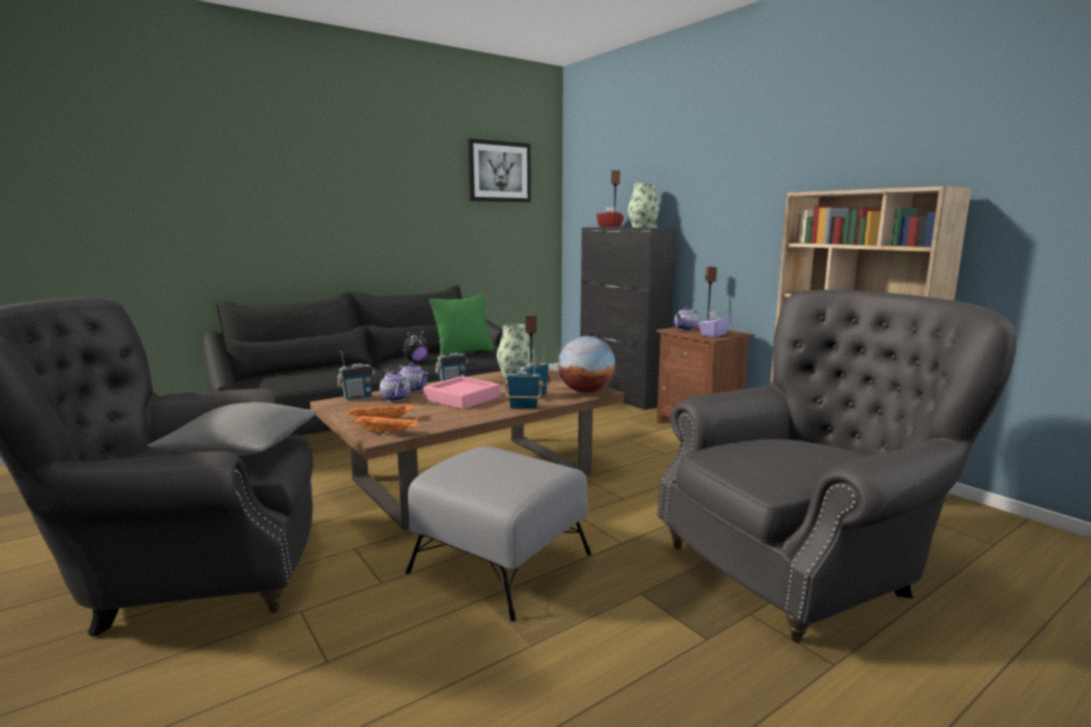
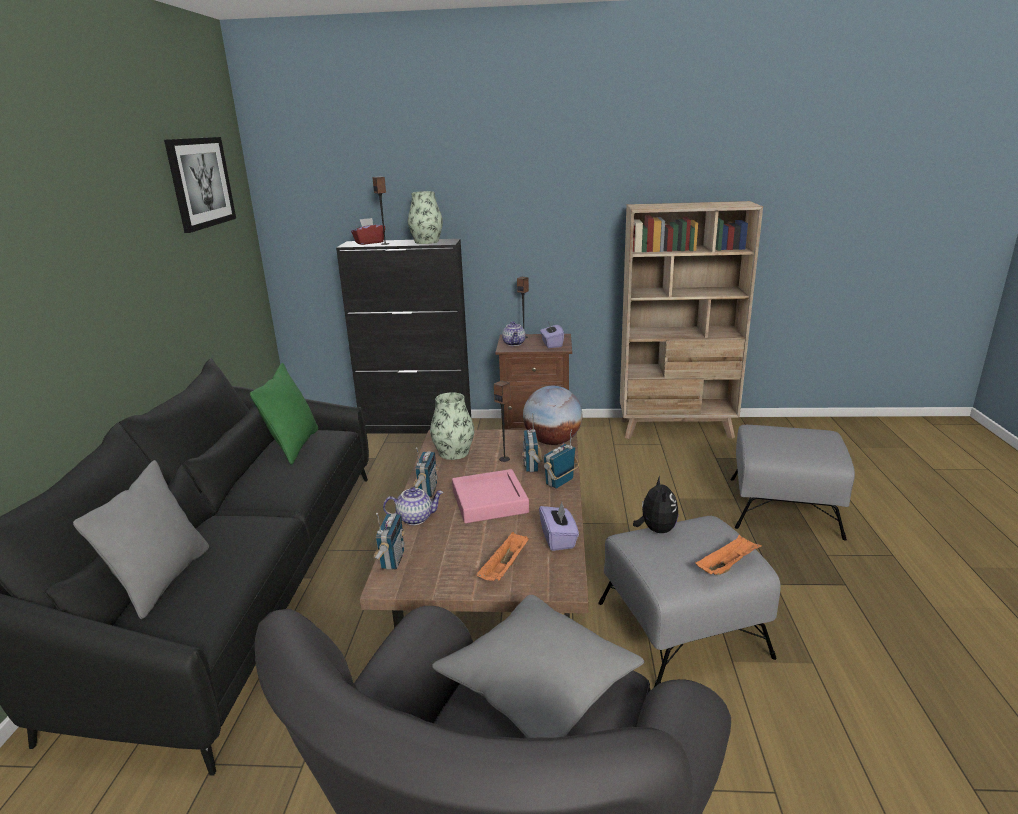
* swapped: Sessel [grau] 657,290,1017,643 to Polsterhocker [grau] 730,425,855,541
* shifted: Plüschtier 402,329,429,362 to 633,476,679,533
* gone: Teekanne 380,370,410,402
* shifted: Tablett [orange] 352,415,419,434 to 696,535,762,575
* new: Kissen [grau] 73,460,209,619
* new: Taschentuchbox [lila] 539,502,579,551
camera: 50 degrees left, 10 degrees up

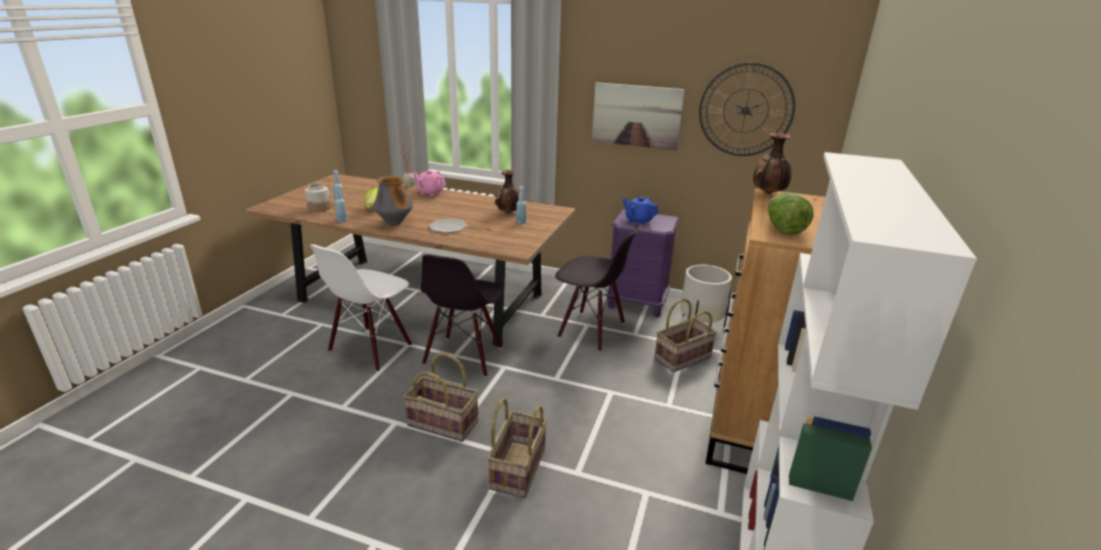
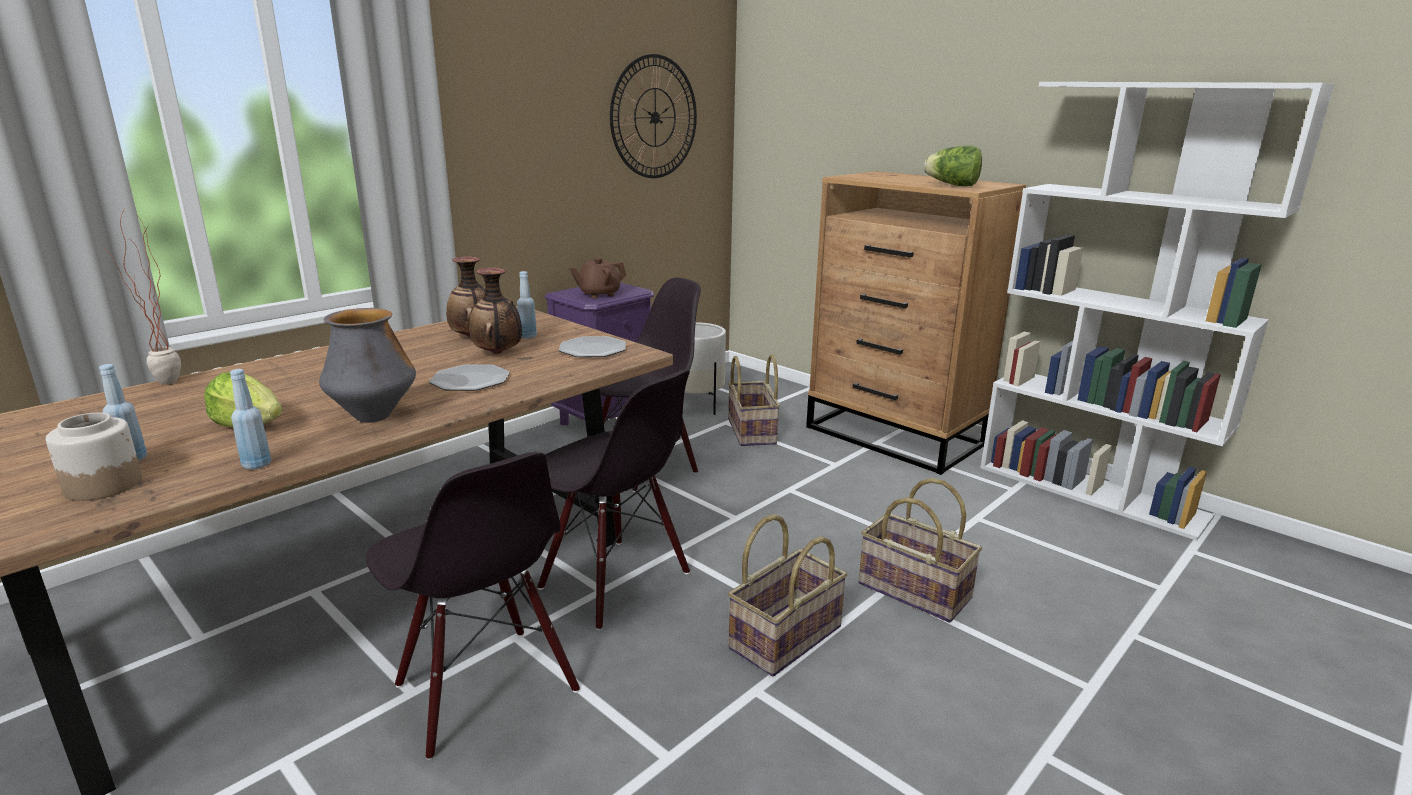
* gone: Bild 592,82,685,150
* shifted: Vase 753,133,792,194 to 469,268,522,354
* gone: Teekanne [rosa] 413,170,446,196
* repainted: Teekanne [blau] 623,197,659,225 to Teekanne [braun] 570,258,626,299
* repainted: Stuhl [weiß] 310,244,412,372 to Stuhl [schwarz] 366,452,580,760
* new: Teller 559,336,626,357
camera: 65 degrees left, 5 degrees down

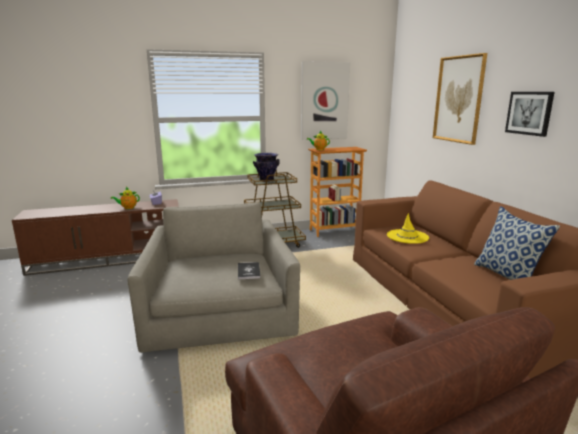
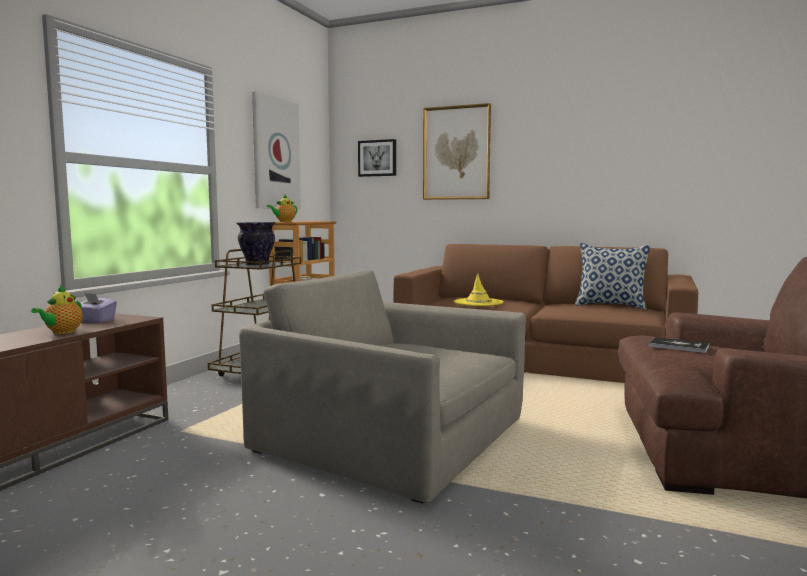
* shifted: Bild 505,92,555,137 to 358,139,396,177
* shifted: Buch 238,262,261,279 to 649,337,710,353
camera: 50 degrees left, 10 degrees down

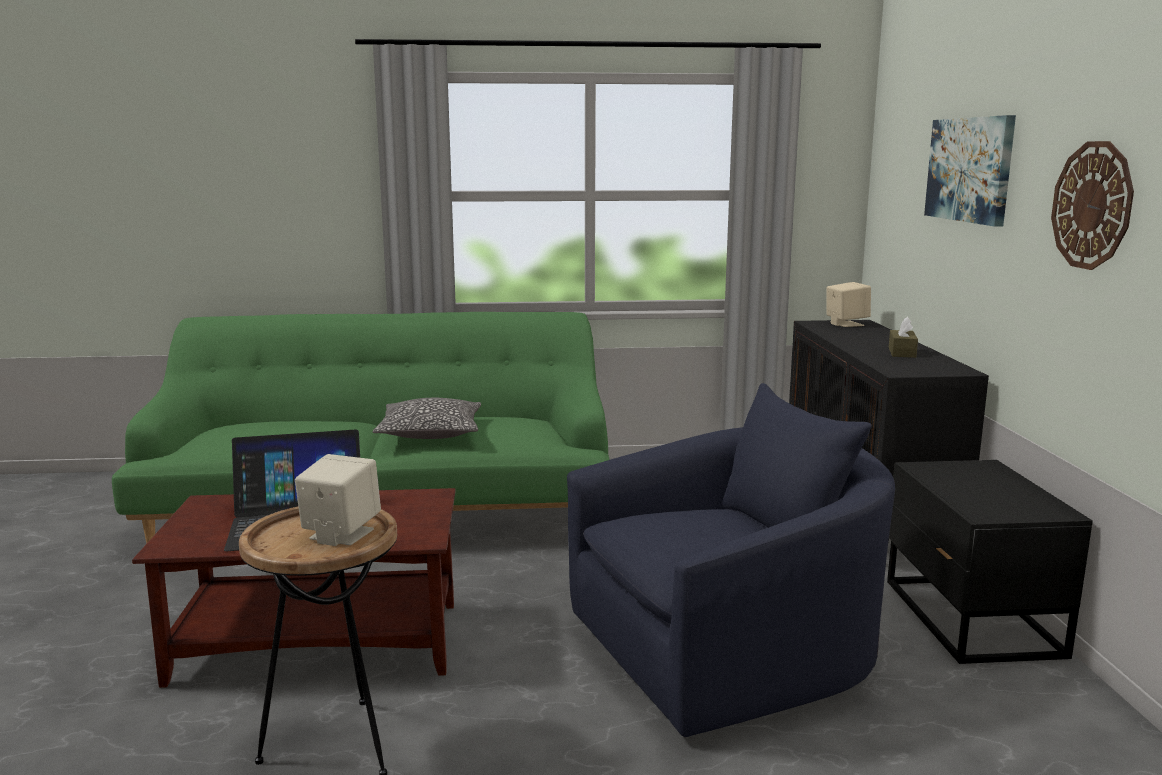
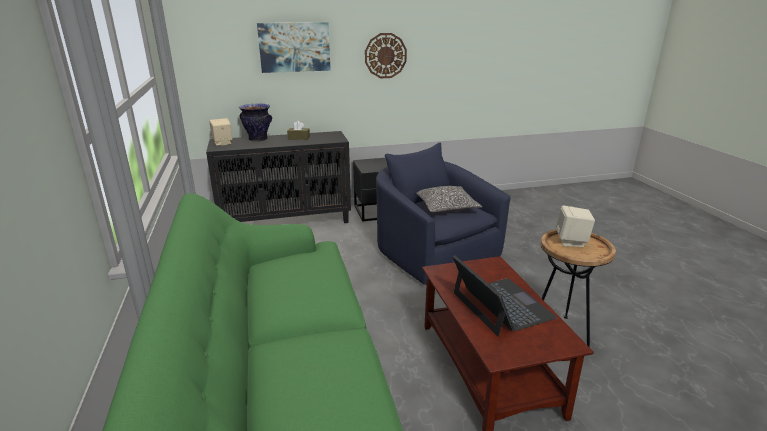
* shifted: Kissen 373,398,481,439 to 416,186,482,212
* new: Vase 239,104,272,142
camera: 100 degrees left, 10 degrees up

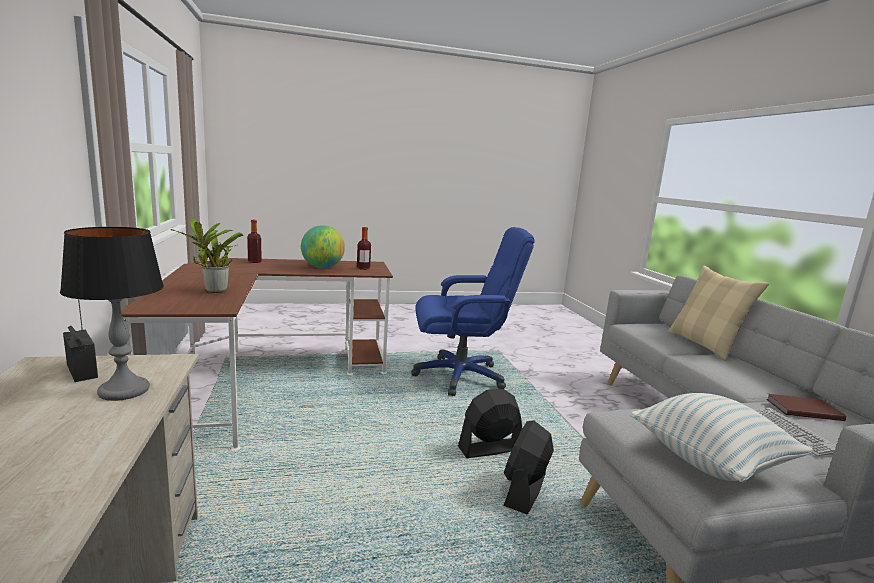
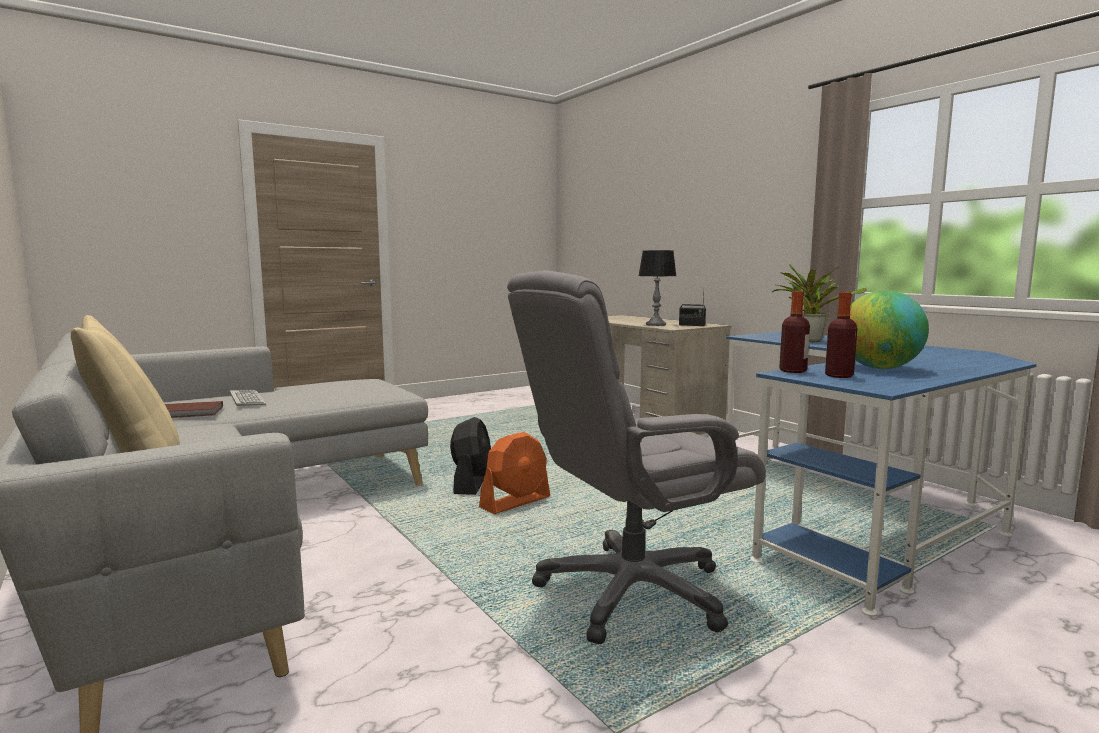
* shifted: Flasche 247,220,262,263 to 779,291,810,373
* repainted: Bürostuhl [blau] 411,227,535,396 to Bürostuhl [grau] 507,270,766,644
* repainted: Schreibtisch [braun] 121,258,393,451 to Schreibtisch [blau] 726,331,1037,616
* repainted: Ventilator [schwarz] 458,389,522,458 to Ventilator [orange] 479,432,550,514
* gone: Kissen 630,393,813,482
camera: 160 degrees right, 5 degrees down

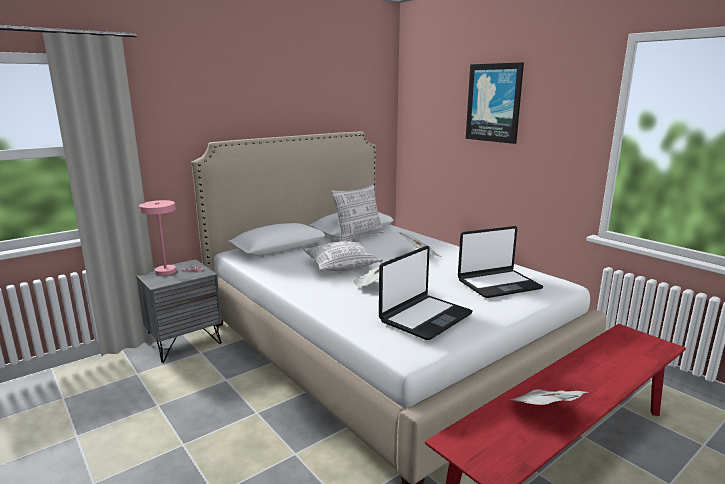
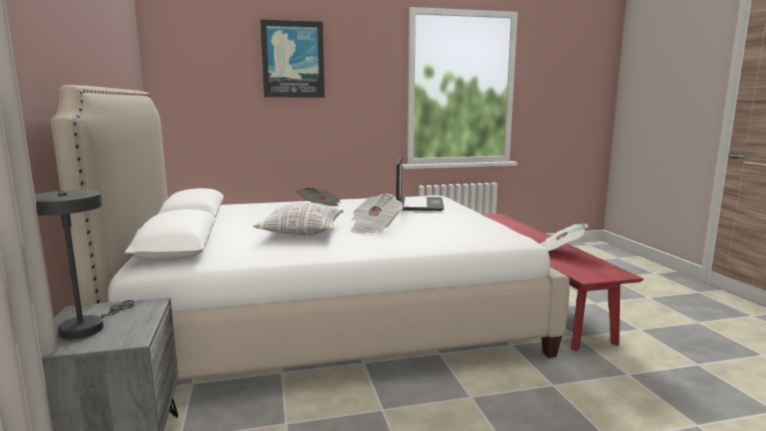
* gone: Kissen 331,184,384,241
* repainted: Tischlampe [rosa] 139,200,203,276 to Tischlampe [grau] 35,190,135,339
* gone: Laptop 379,246,473,340
camera: 65 degrees left, 5 degrees down

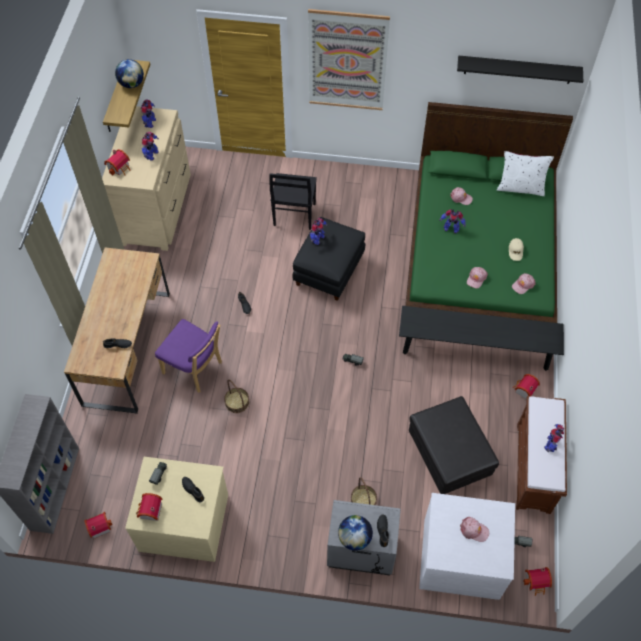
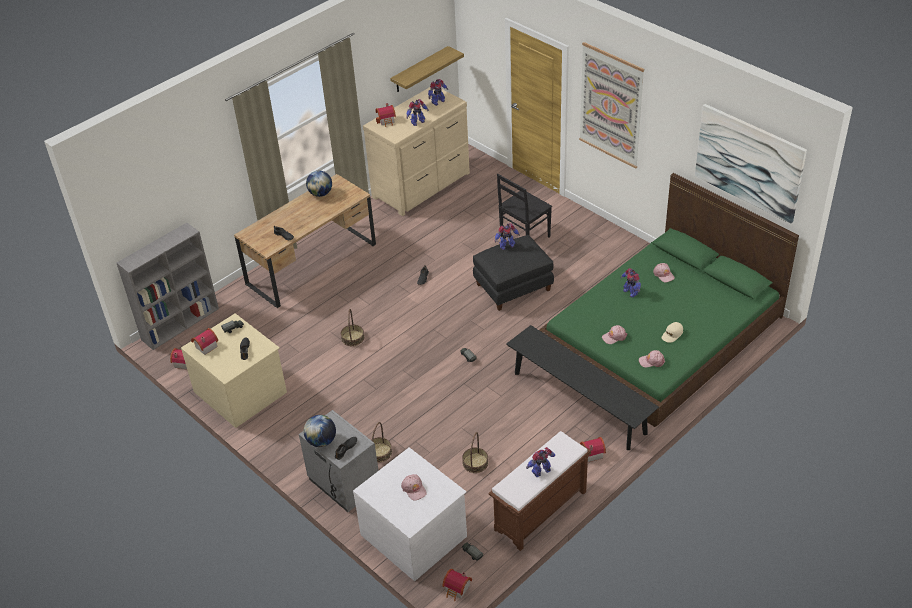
* swapped: Wandregal [schwarz] 457,56,583,84 to Bild 695,104,807,224
* shifted: Globus 115,59,144,88 to 306,171,332,197
* gone: Kissen [weiß] 497,151,554,196
* gone: Stuhl [lila] 155,319,222,393
* swapped: Polsterhocker [schwarz] 409,396,499,494 to Korb 462,432,488,473
camera: 40 degrees right, 15 degrees down

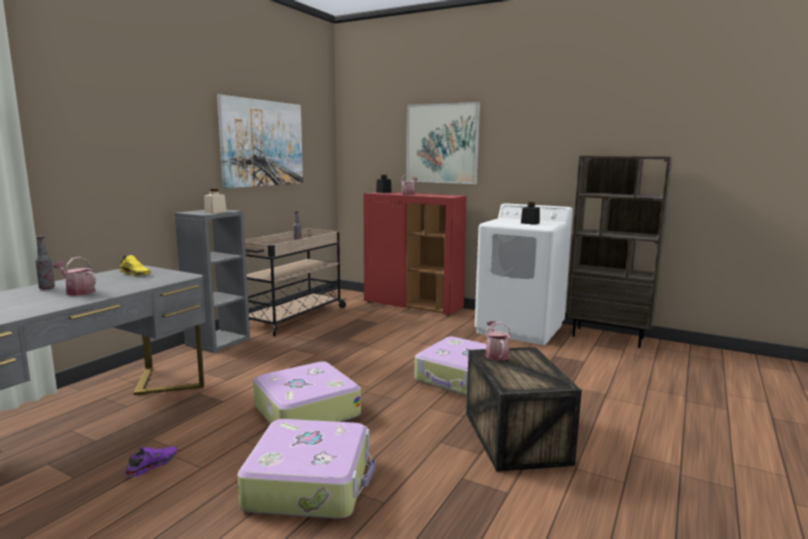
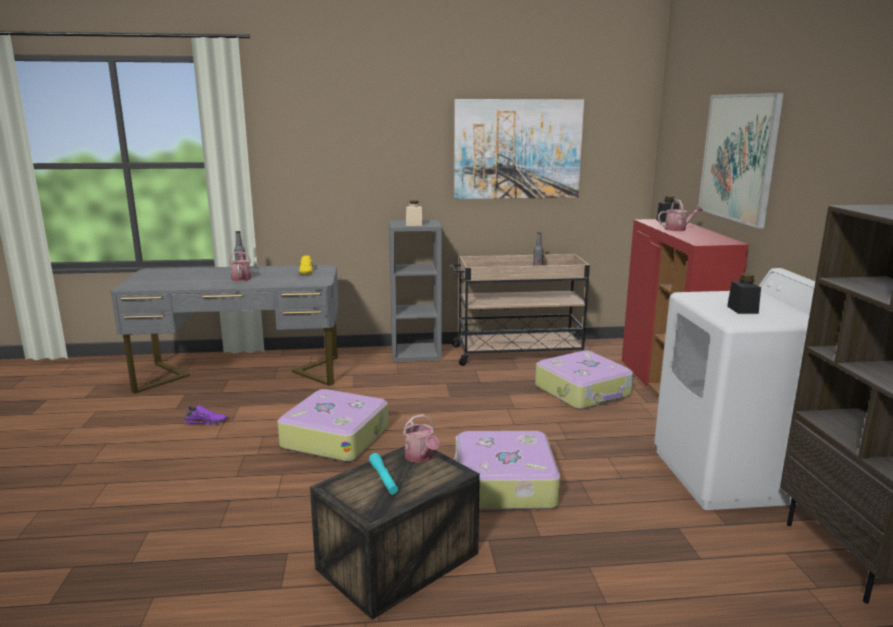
* rotated: Gießkanne 485,321,511,361 = 403,414,440,463 105 degrees clockwise
* shifted: Koffer 237,419,376,519 to 535,351,634,410
* new: Taschenlampe [türkis] 369,453,398,495
camera: 55 degrees right, 5 degrees up

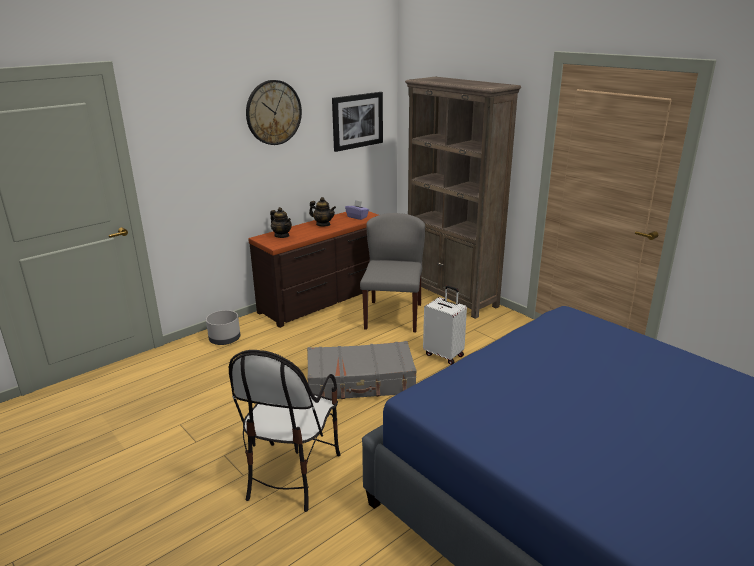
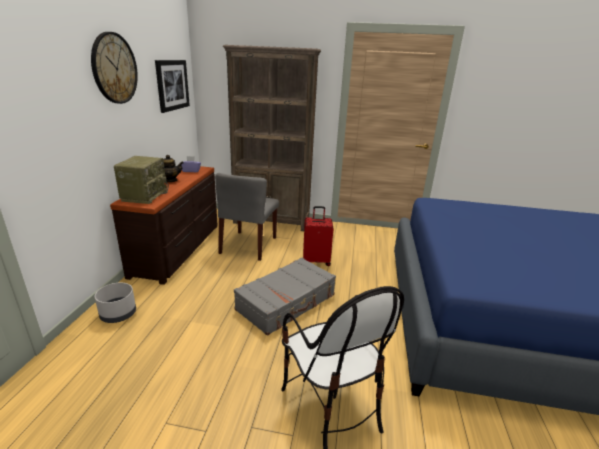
* swapped: Teekanne 270,207,292,238 to Radio 114,156,169,204
* rotated: Stuhl [grau] 360,213,425,332 = 215,173,279,261 135 degrees counterclockwise
* repainted: Koffer [weiß] 423,286,467,365 to Koffer [rot] 303,206,334,266
camera: 40 degrees left, 0 degrees up

